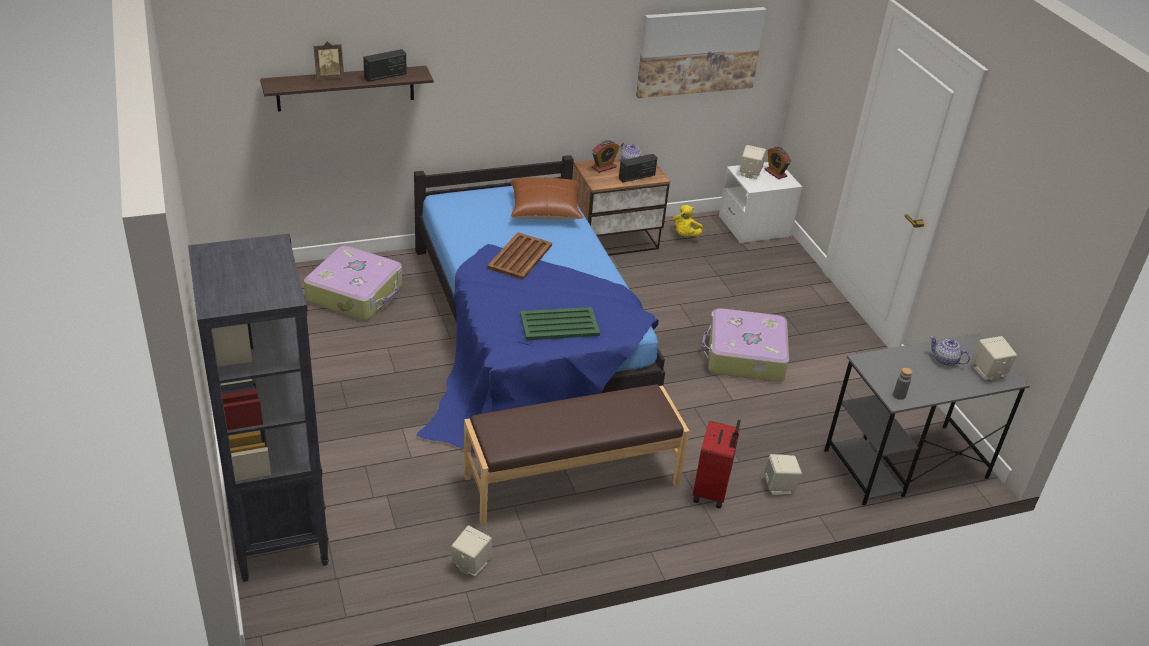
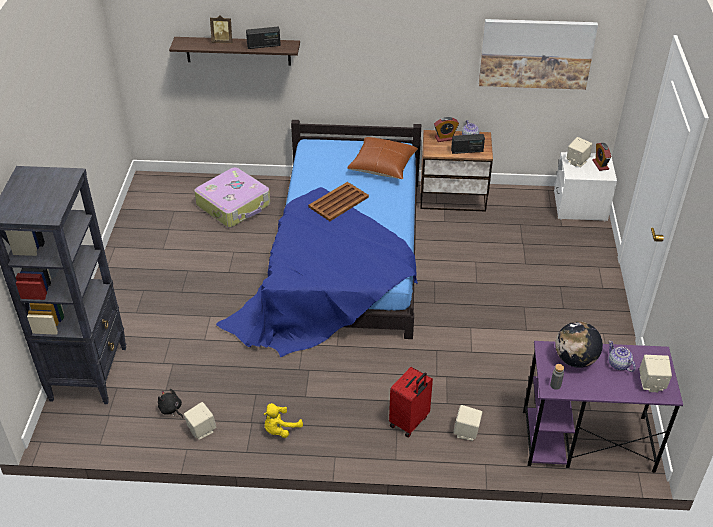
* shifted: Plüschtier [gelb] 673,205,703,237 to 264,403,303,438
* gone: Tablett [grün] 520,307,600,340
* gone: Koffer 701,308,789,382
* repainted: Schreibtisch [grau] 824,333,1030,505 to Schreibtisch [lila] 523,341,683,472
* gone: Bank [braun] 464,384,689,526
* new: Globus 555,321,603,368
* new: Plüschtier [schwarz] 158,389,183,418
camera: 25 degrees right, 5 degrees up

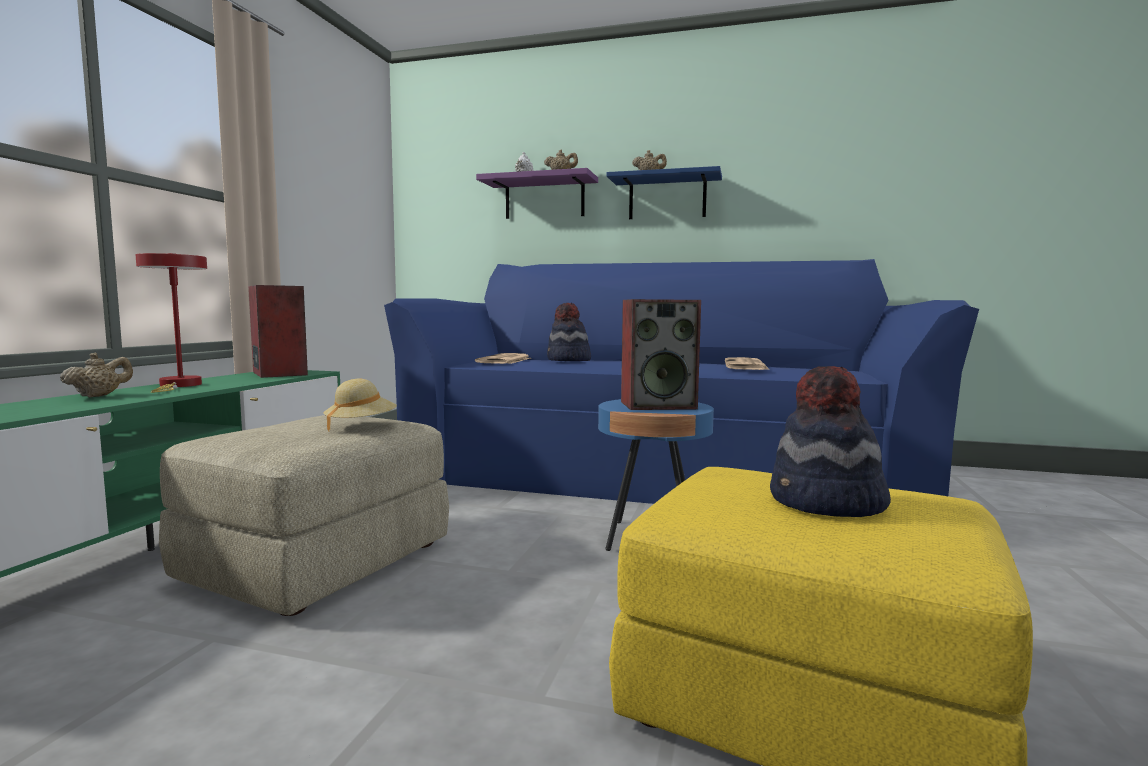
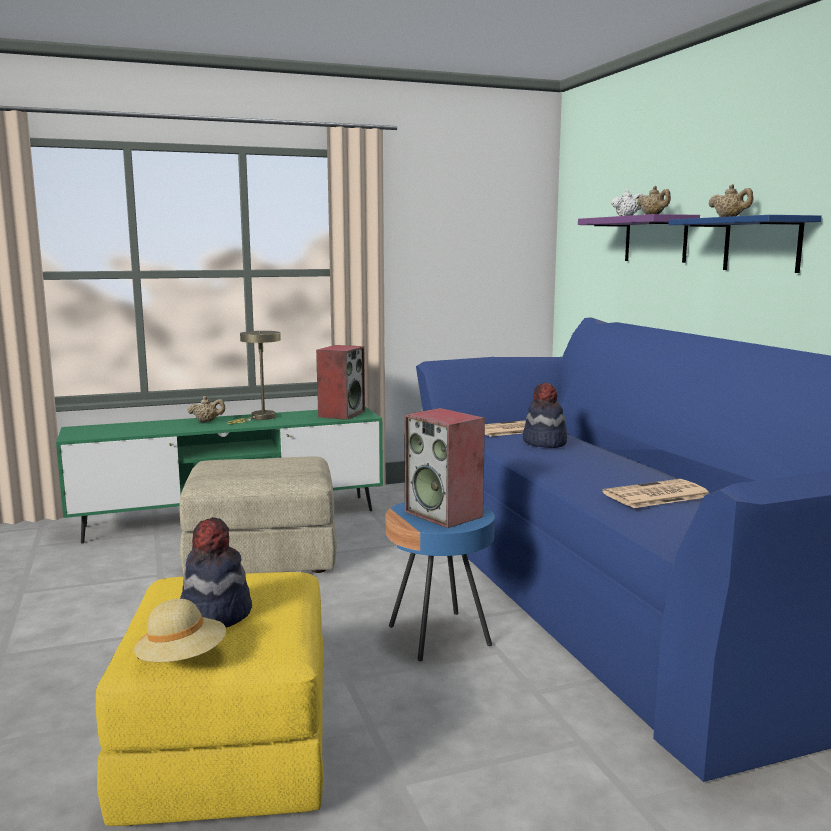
* repainted: Tischlampe [rot] 136,253,207,393 to Tischlampe [beige] 227,331,281,424
* shifted: Hut [beige] 323,379,397,431 to 134,599,226,662
camera: 55 degrees right, 5 degrees up

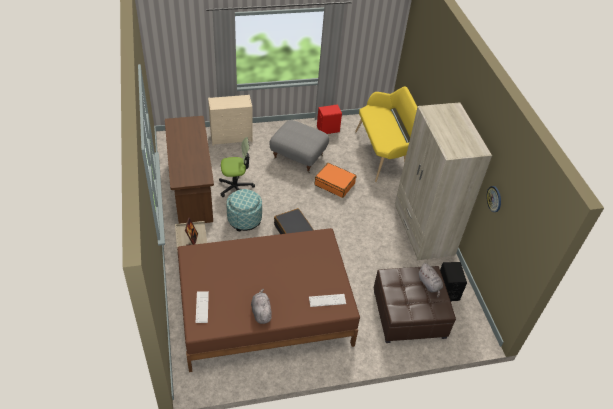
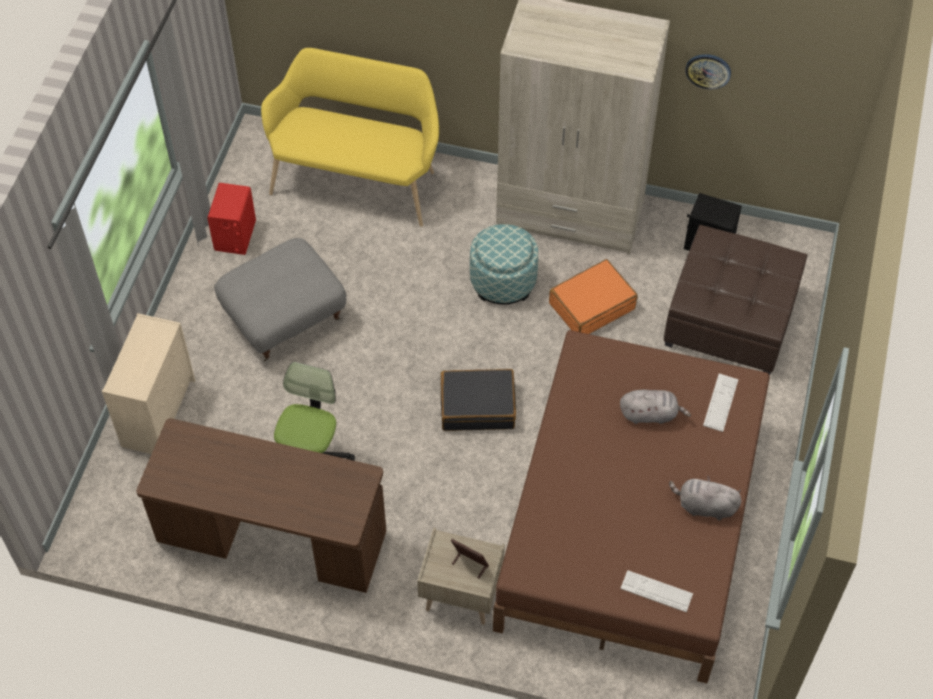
* shifted: Koffer [orange] 315,163,356,198 to 549,259,638,334
* shifted: Polsterhocker 227,189,262,232 to 470,224,538,305
* shifted: Plüschtier [grau] 418,263,443,297 to 620,390,691,424
camera: 60 degrees left, 10 degrees up

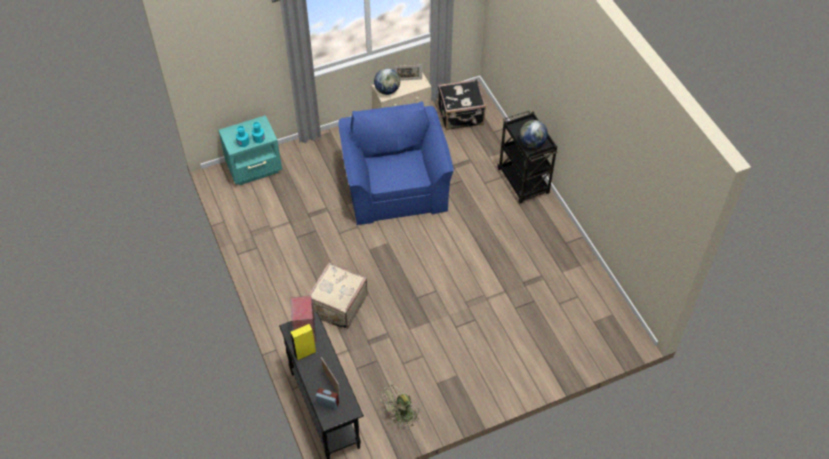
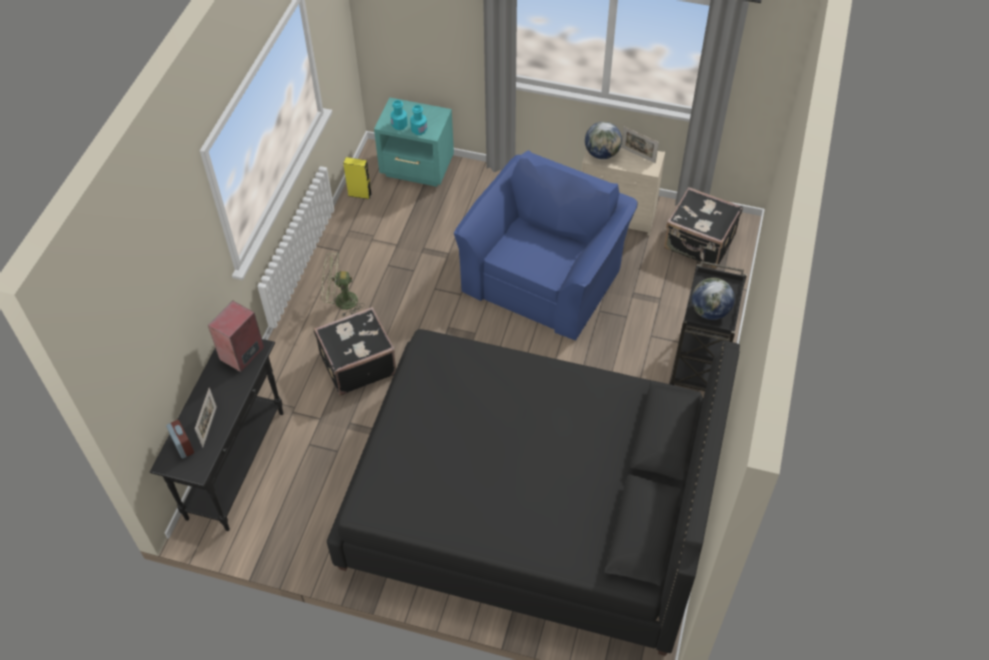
* repainted: Koffer [beige] 308,262,368,330 to Koffer [schwarz] 314,307,396,396
* shifted: Lautsprecher [gelb] 290,324,316,361 to 343,157,372,199
* shifted: Ventilator [grün] 380,385,419,426 to 322,253,365,316
* new: Bett [schwarz] 327,329,740,656
camera: 40 degrees right, 0 degrees up

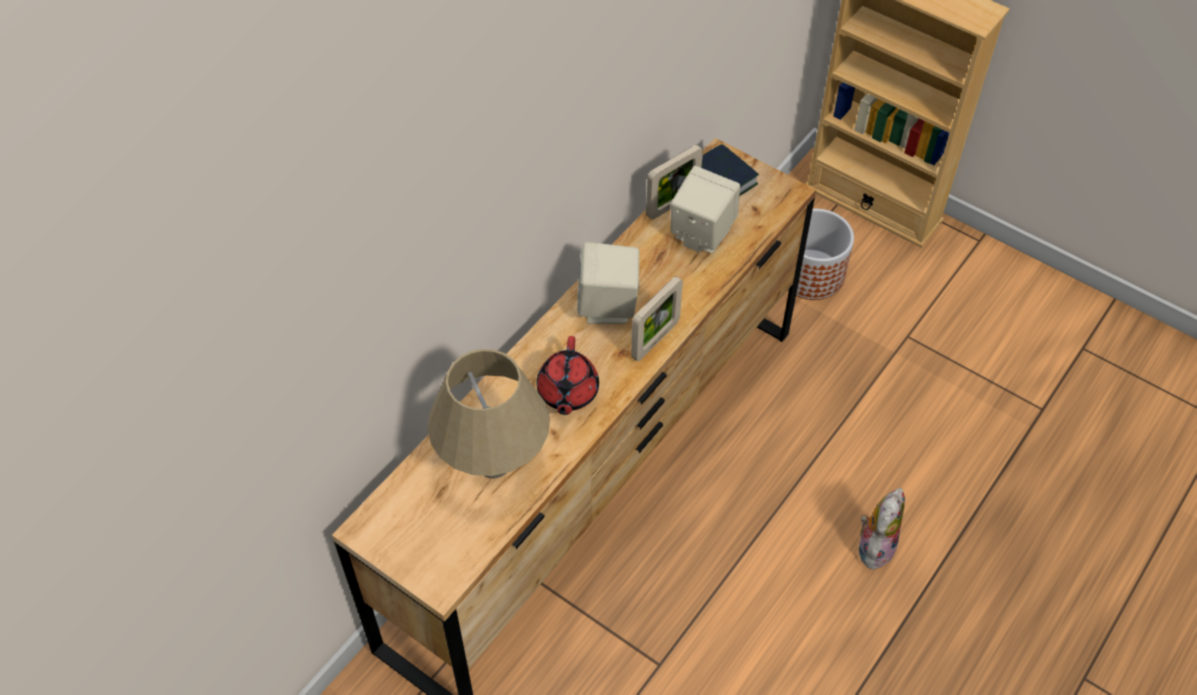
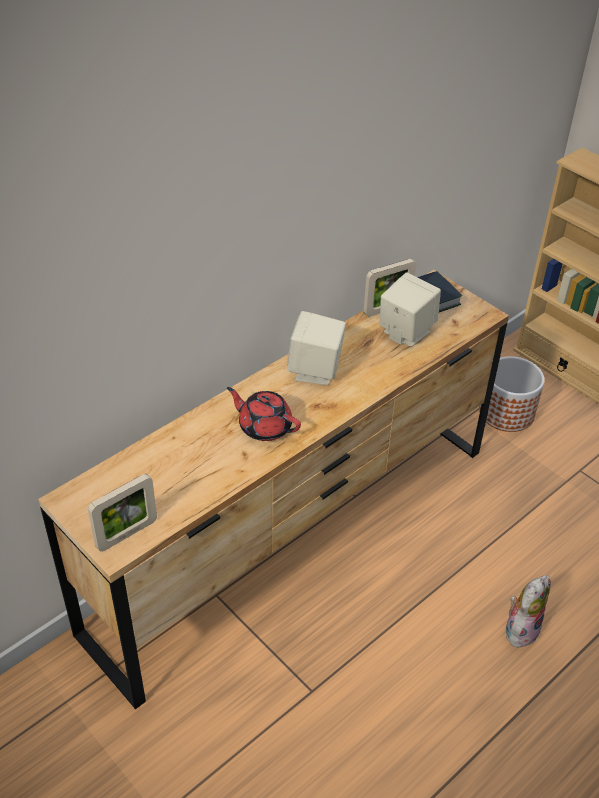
* shifted: Bilderrahmen 631,276,683,361 to 88,474,157,552
* rotated: Teekanne [rot] 537,336,599,415 = 227,387,301,441 105 degrees clockwise
* gone: Tischlampe [beige] 427,349,550,478
camera: 10 degrees right, 10 degrees down

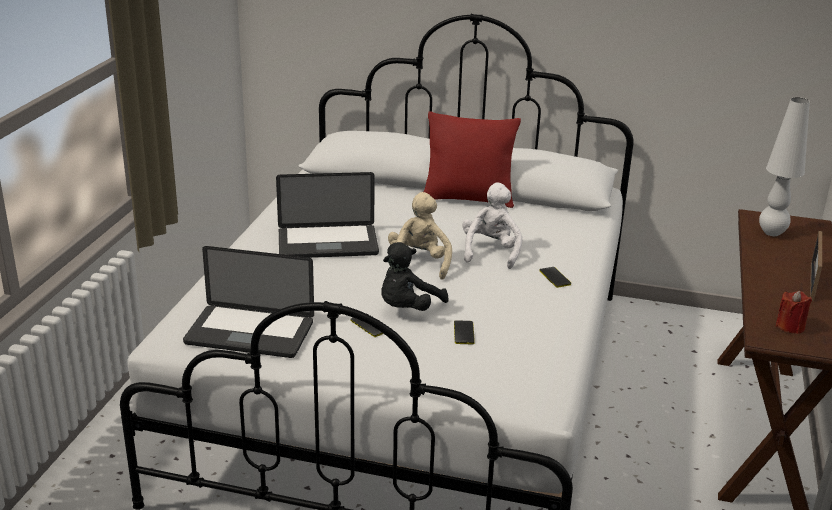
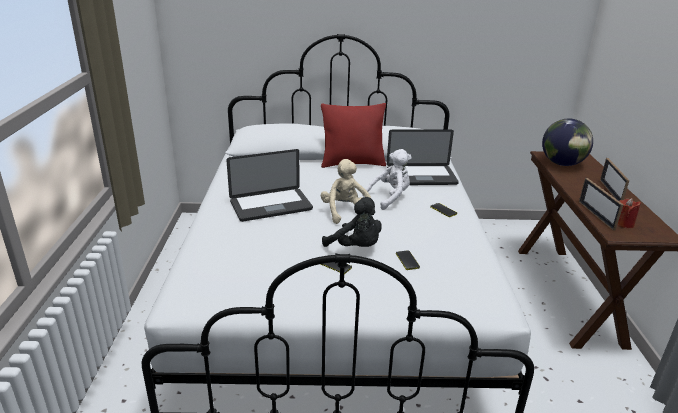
* swapped: Tischlampe [weiß] 759,97,810,236 to Globus 542,119,593,166
* rotated: Plüschtier [weiß] 462,182,522,269 = 362,149,412,210 60 degrees clockwise
* rotated: Plüschtier [schwarz] 381,242,448,311 = 322,197,382,247 75 degrees counterclockwise
* shifted: Laptop 183,246,314,358 to 387,130,459,185
* new: Bilderrahmen 579,178,623,231
camera: 15 degrees left, 0 degrees up

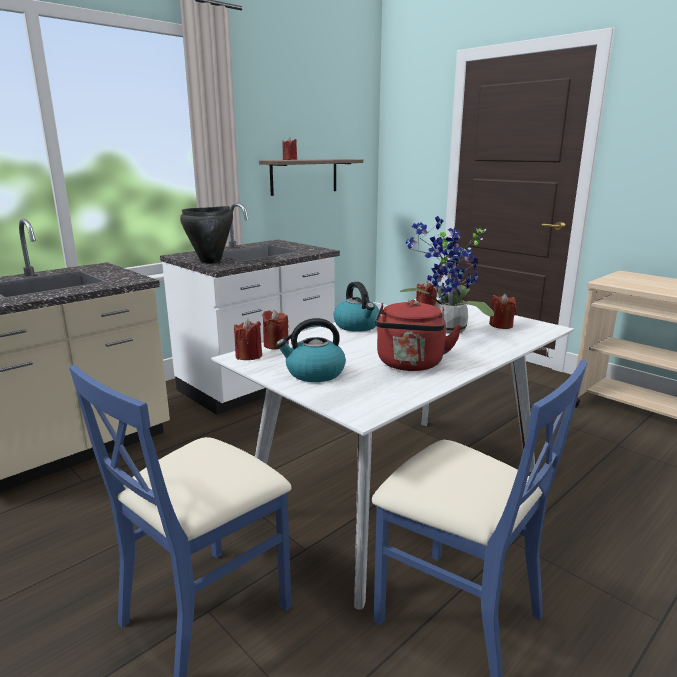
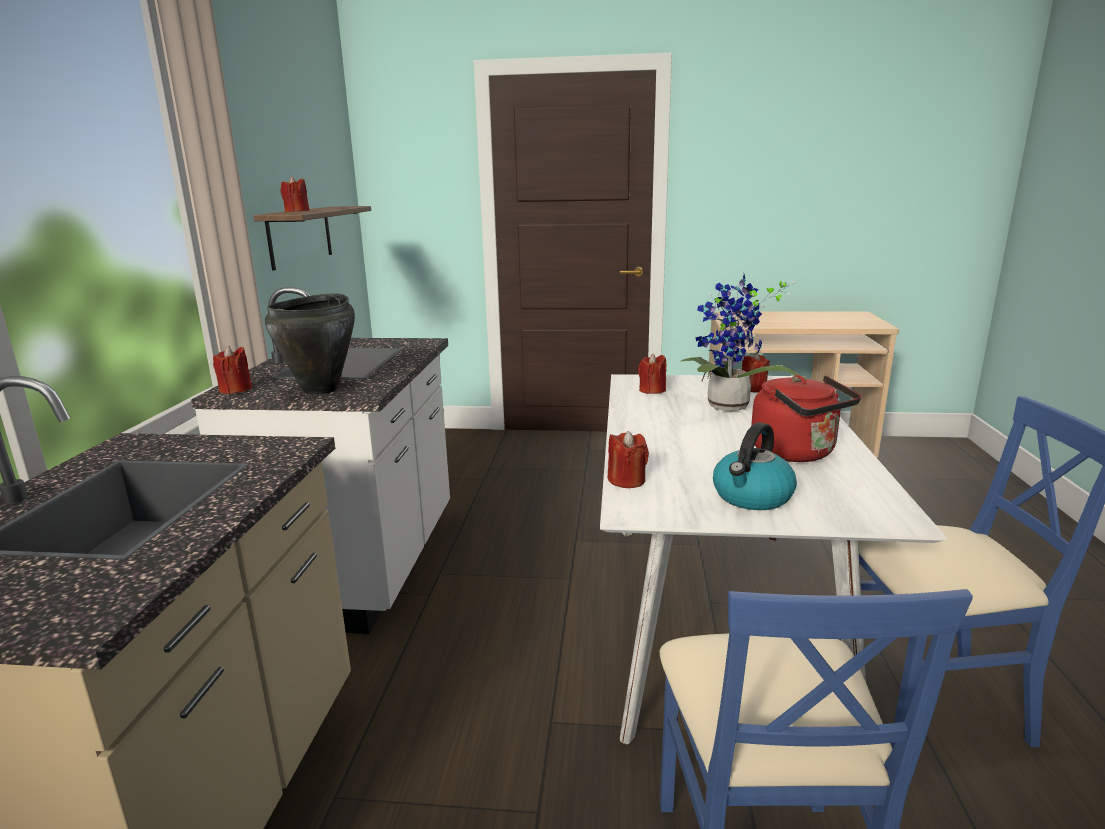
* gone: Wasserkessel 333,282,381,332
* shifted: Kerze [rot] 234,318,262,360 to 213,346,253,394
camera: 40 degrees left, 0 degrees up

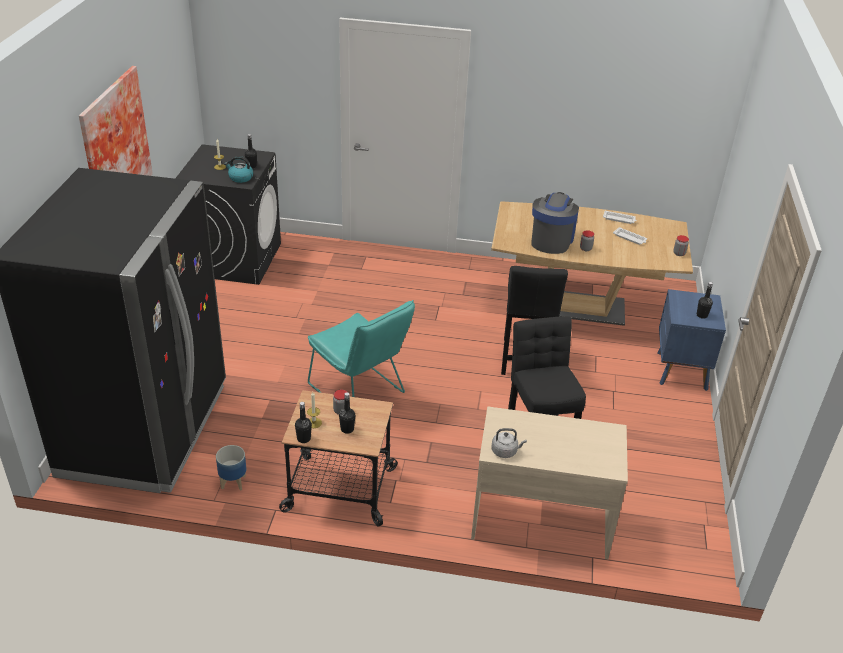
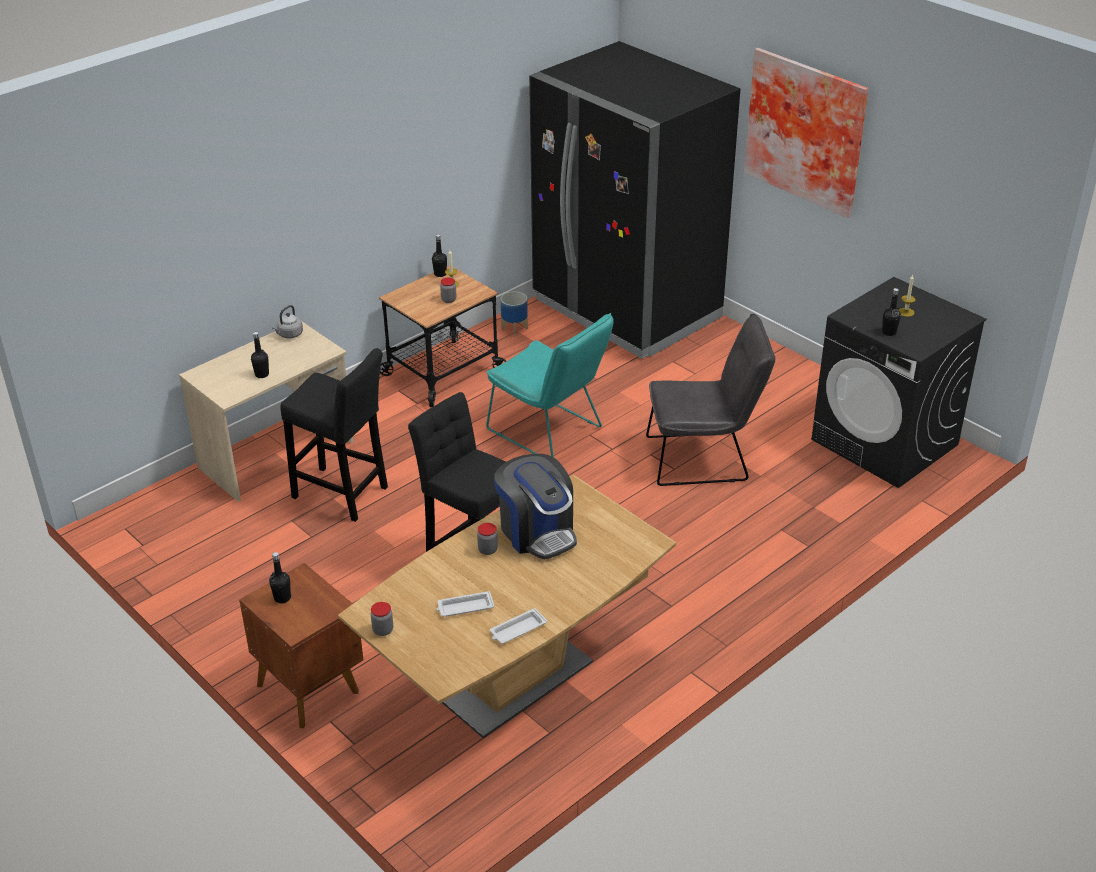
* gone: Wasserkessel 224,156,254,183
* repainted: Nachttisch [blau] 657,289,726,391 to Nachttisch [braun] 239,563,363,728
* rotated: Stuhl [türkis] 308,300,415,397 = 486,313,614,457 135 degrees counterclockwise
* shifted: Flasche [schwarz] 339,392,355,434 to 251,332,269,378
* new: Stuhl [grau] 646,314,775,486
camera: 130 degrees right, 0 degrees up

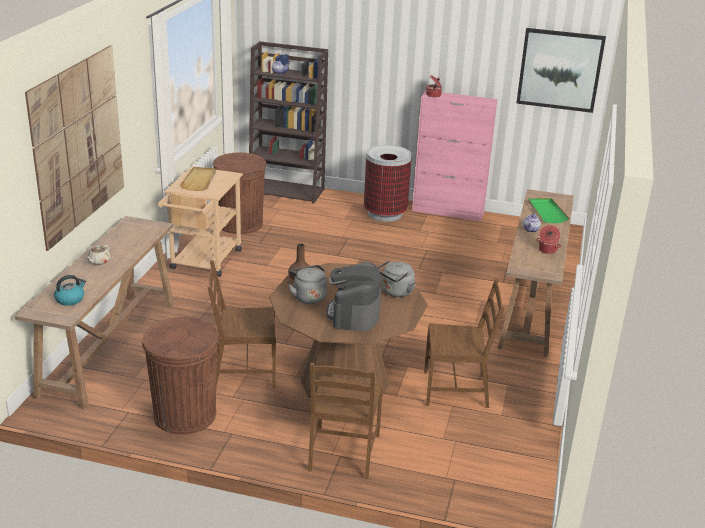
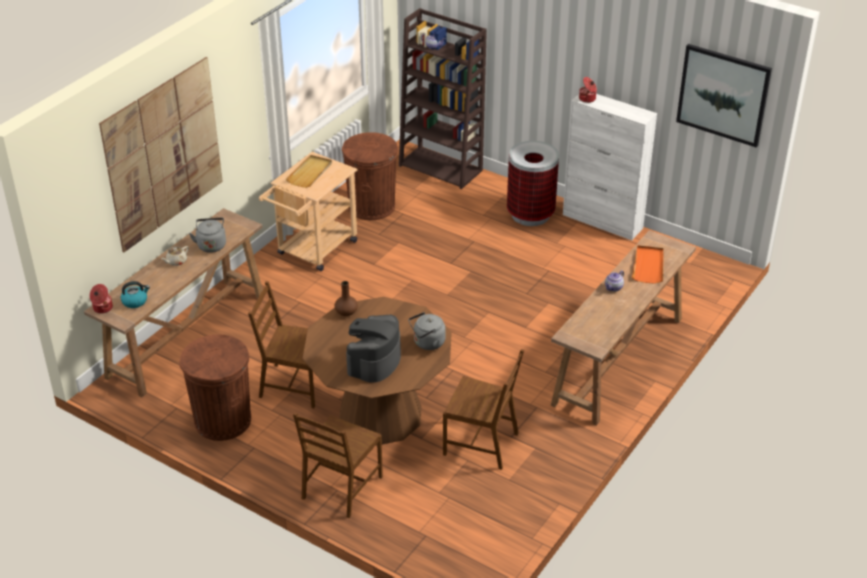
* repainted: Schrank [rosa] 412,90,497,221 to Schrank [weiß] 563,94,657,240
* repainted: Tablett [grün] 528,198,570,223 to Tablett [orange] 632,245,664,284
* shifted: Kochtopf 536,225,561,254 to 90,284,113,314
* shifted: Wasserkessel [grau] 288,265,327,304 to 189,218,226,253
camera: 20 degrees right, 10 degrees up

